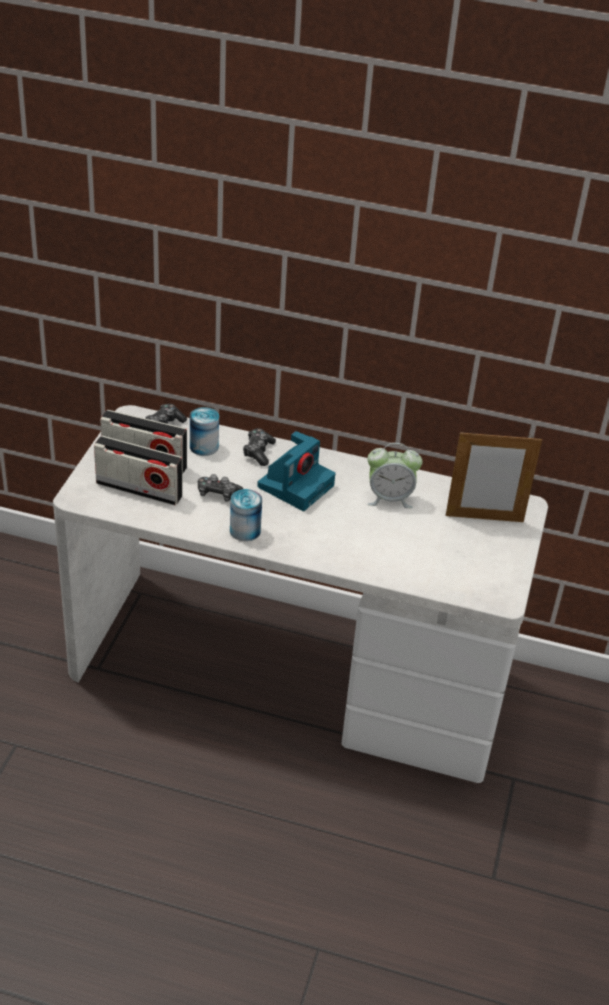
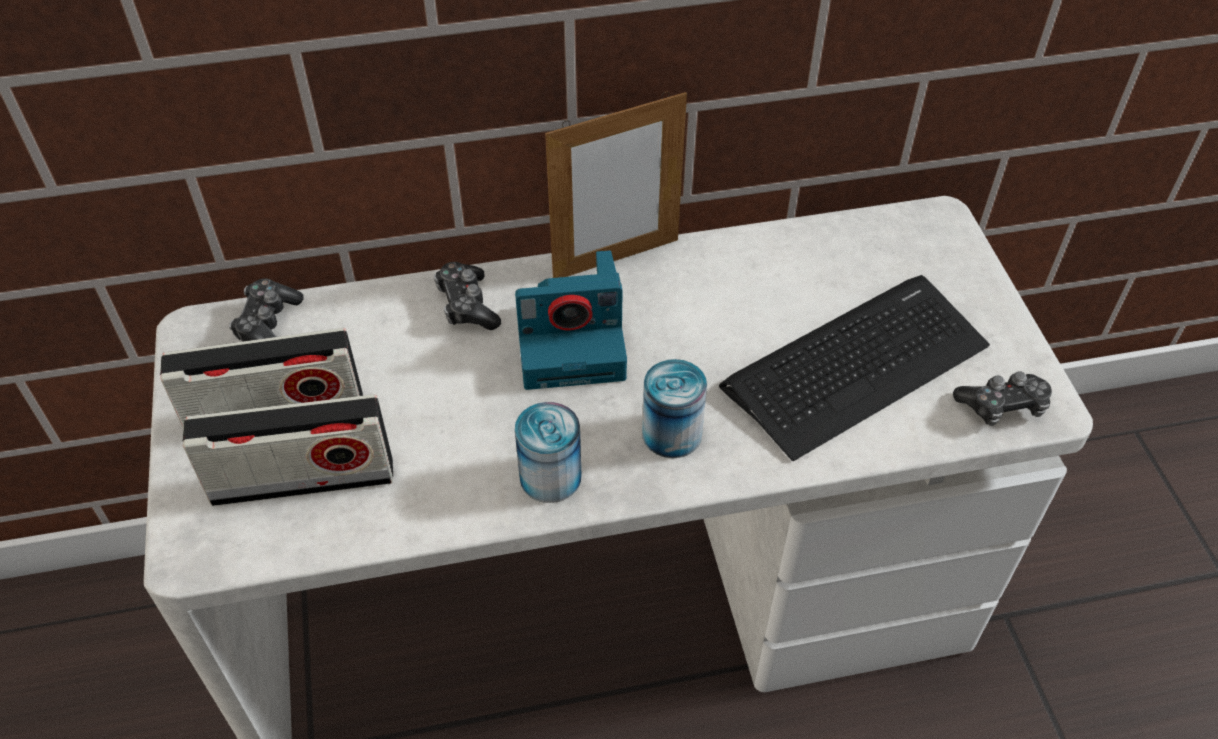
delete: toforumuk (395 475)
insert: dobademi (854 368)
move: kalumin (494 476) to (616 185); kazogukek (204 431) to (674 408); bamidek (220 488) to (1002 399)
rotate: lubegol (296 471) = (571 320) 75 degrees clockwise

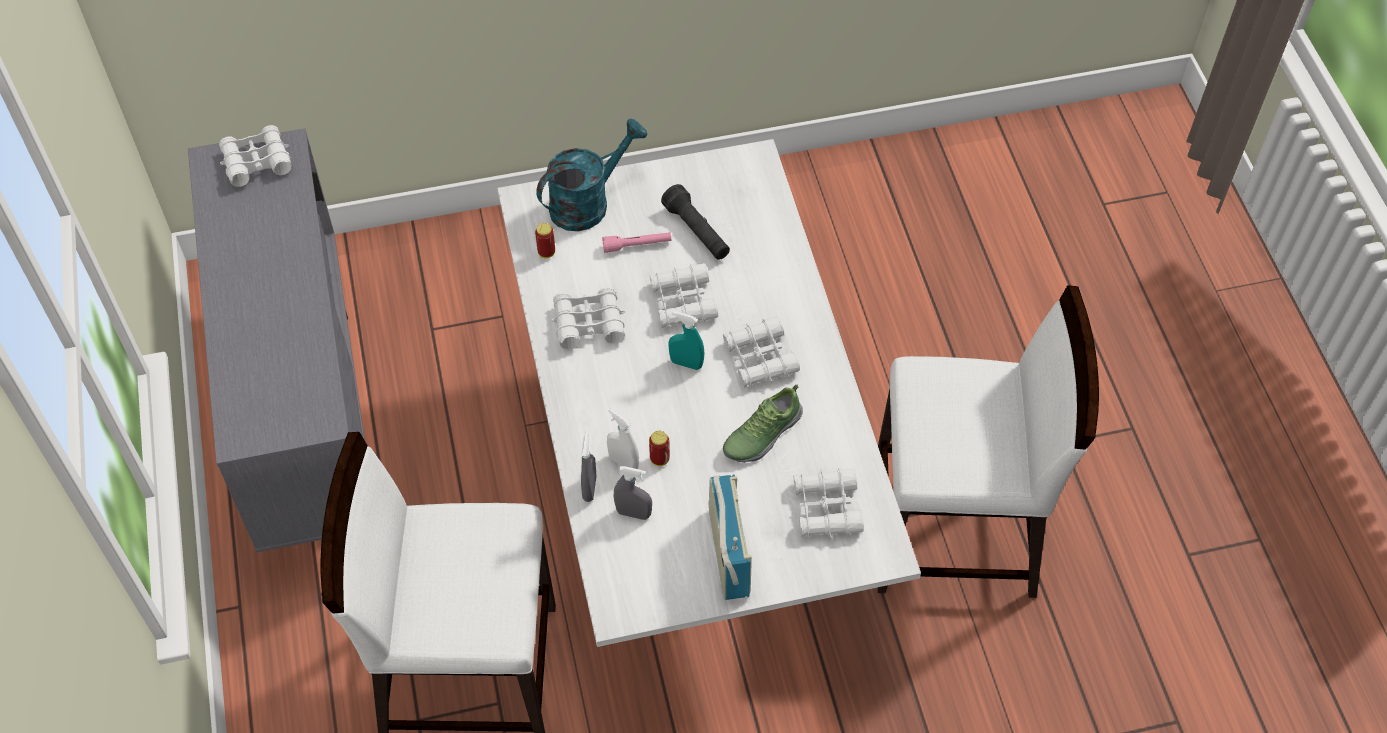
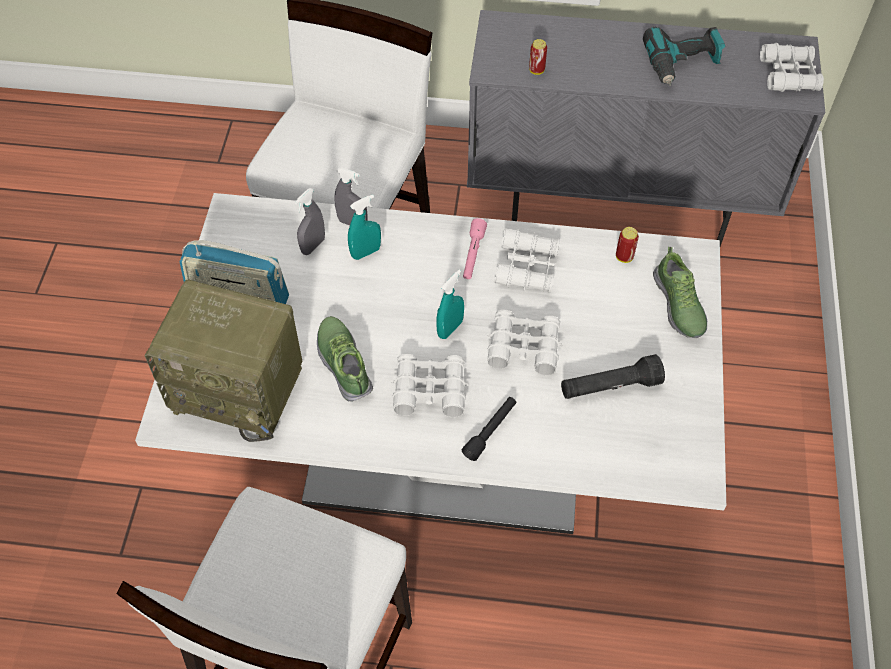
insert: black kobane (489 429); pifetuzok (684 56)
move: pink kobane (636 242) to (475 248); kazogukek (659 448) to (538 57)
replace: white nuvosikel (829 503) to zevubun (223 360); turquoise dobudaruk (591 175) to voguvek (680 292)
recolor: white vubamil (623 439) to turquoise vubamil (364 227)

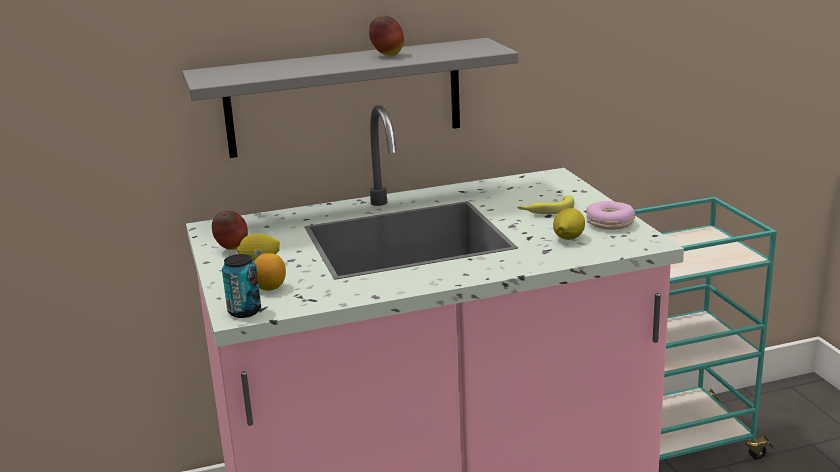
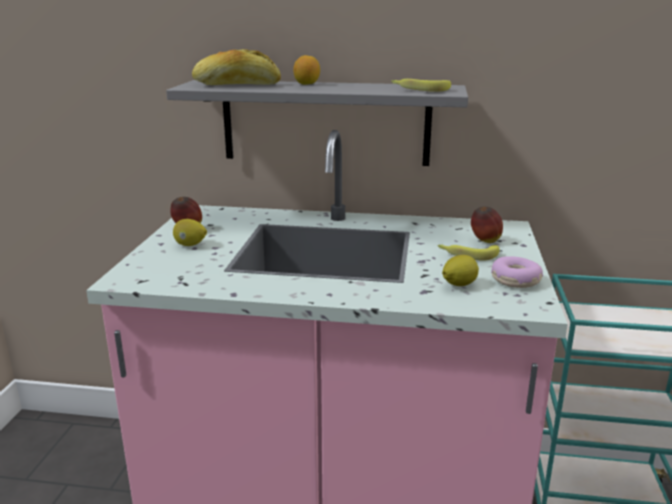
delete: kazogukek (241 286)
insert: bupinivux (236 67); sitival (421 85)
move: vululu (270 272) to (306 70); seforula (386 36) to (487 225)

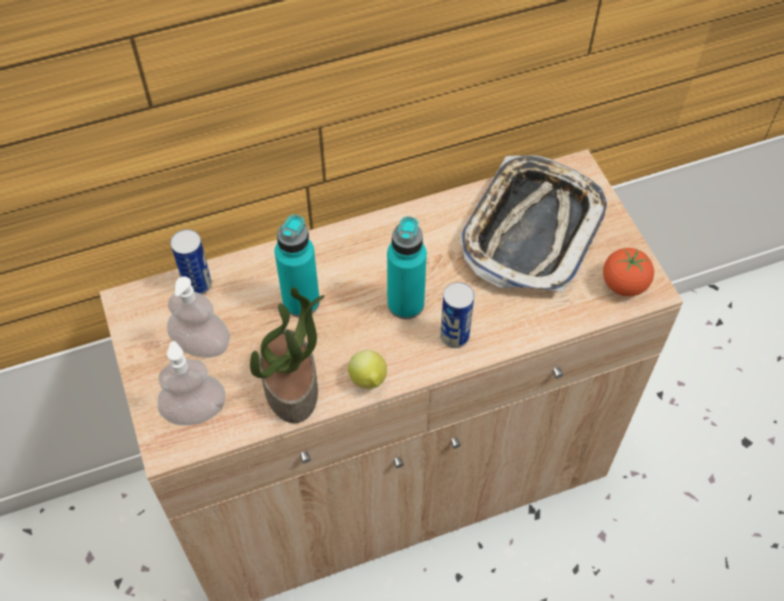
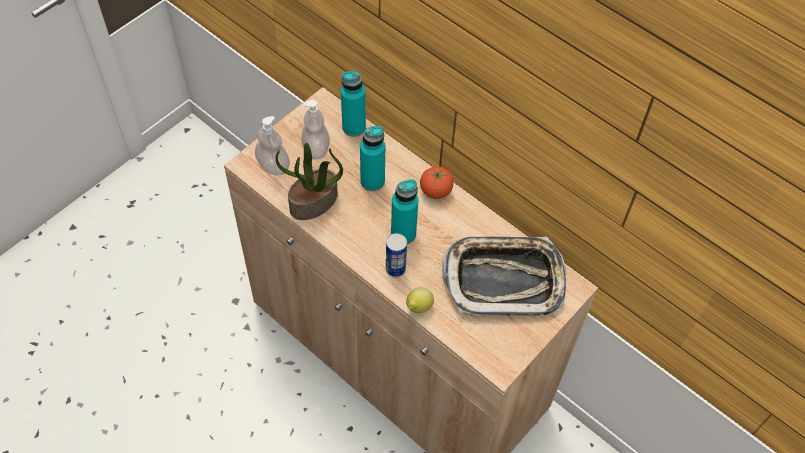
move: vululu (367 369) to (420 300); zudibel (628 272) to (436 183)
replace: kazogukek (191 261) to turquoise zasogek (353 104)

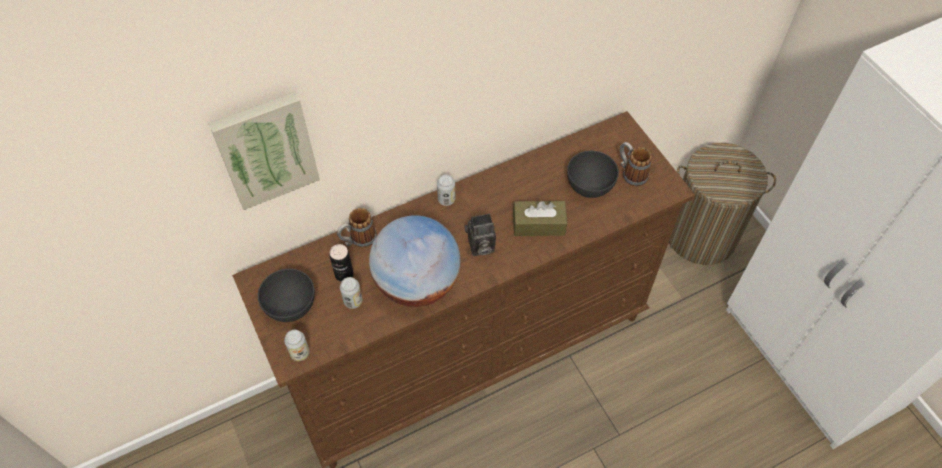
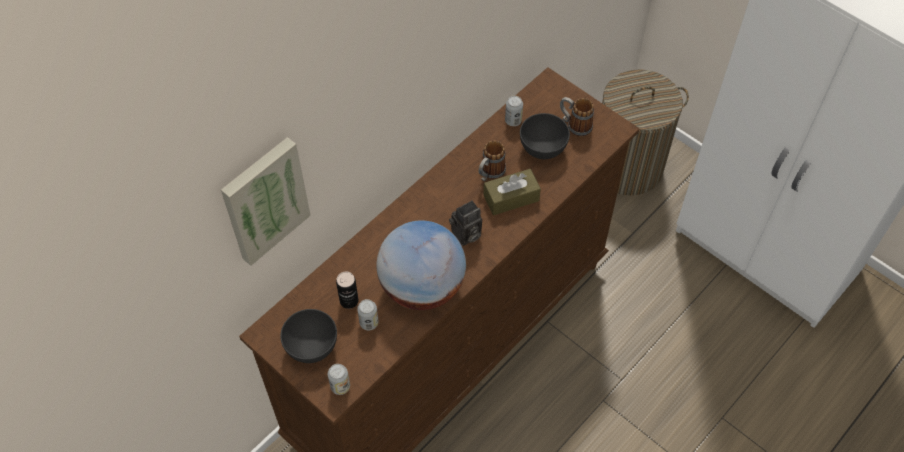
move: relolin (357 228) to (492 160); kazogukek (446 190) to (514 111)

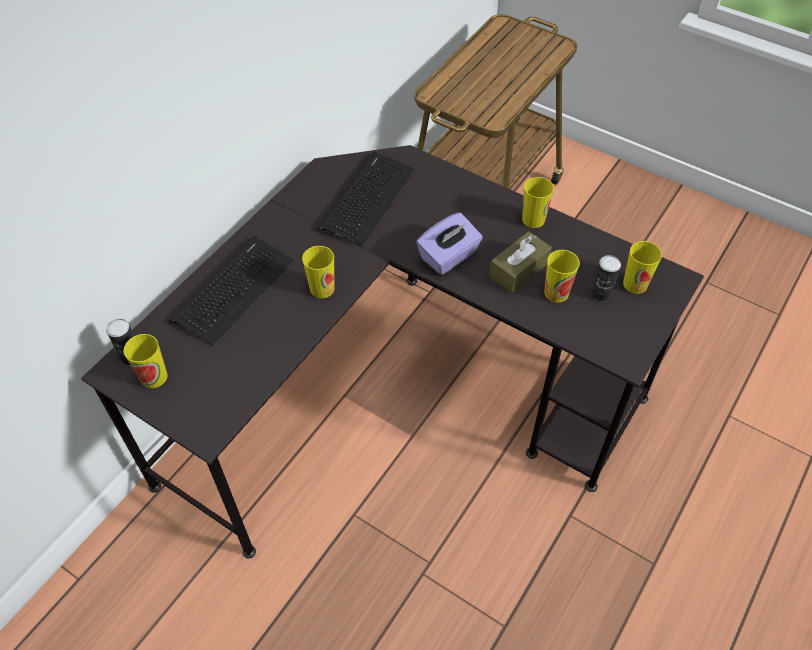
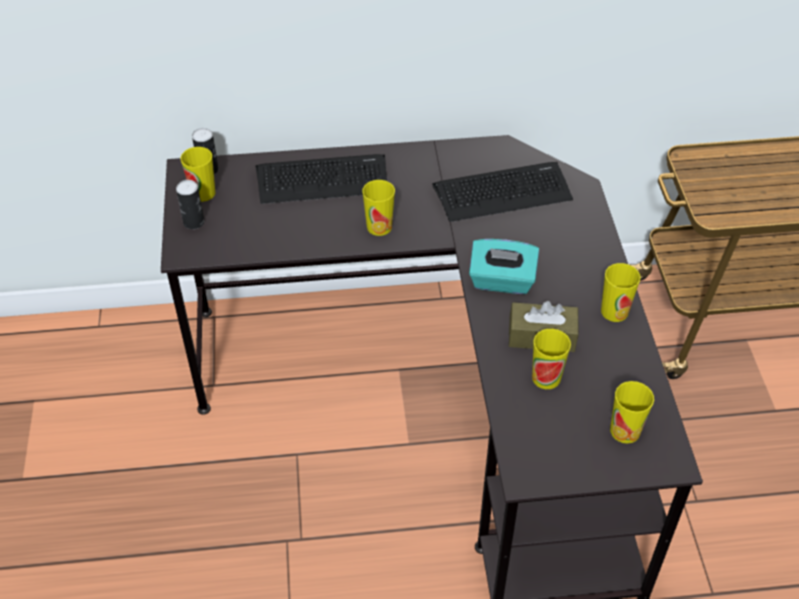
move: kazogukek (606 278) to (190 204)
recolor: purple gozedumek (449 243) to turquoise gozedumek (504 266)

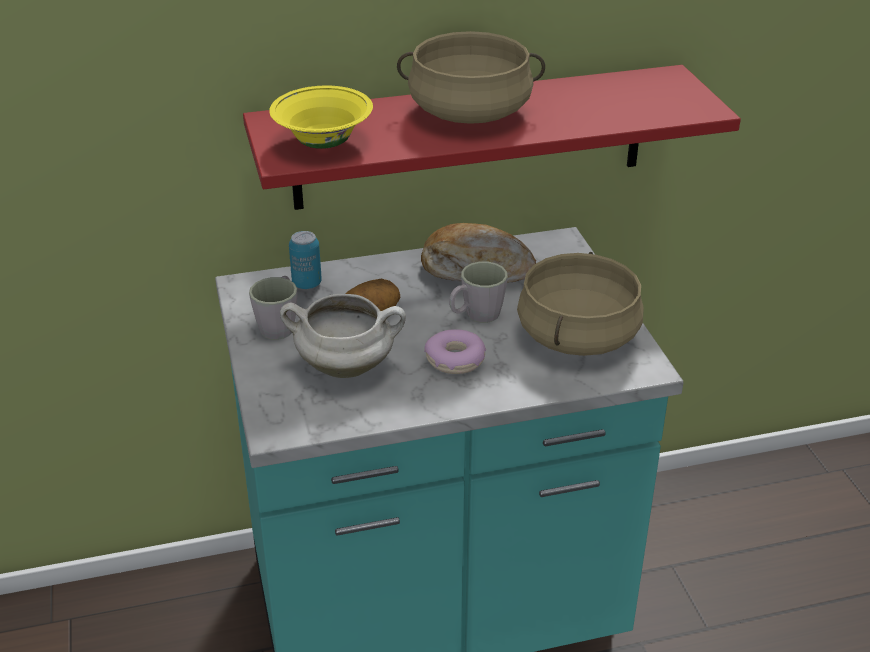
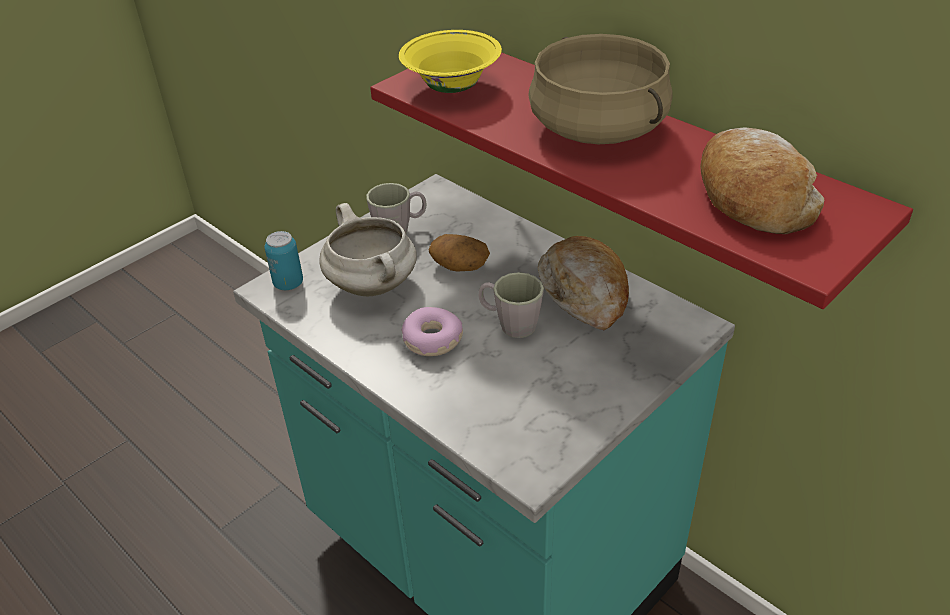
delete: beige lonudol (580 304)
insert: bupinivux (762 180)
move: kazogukek (305 260) to (283 260)

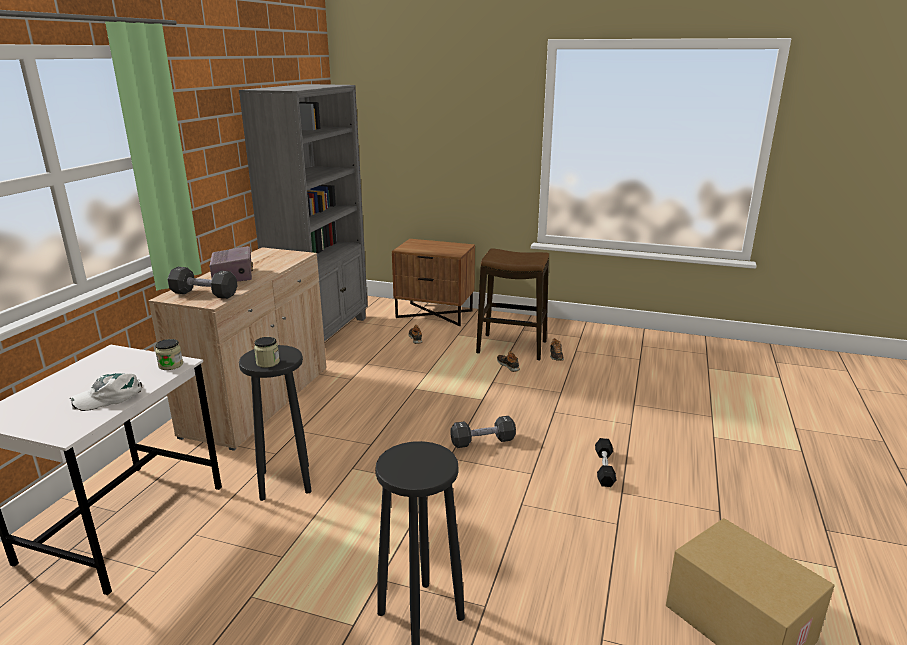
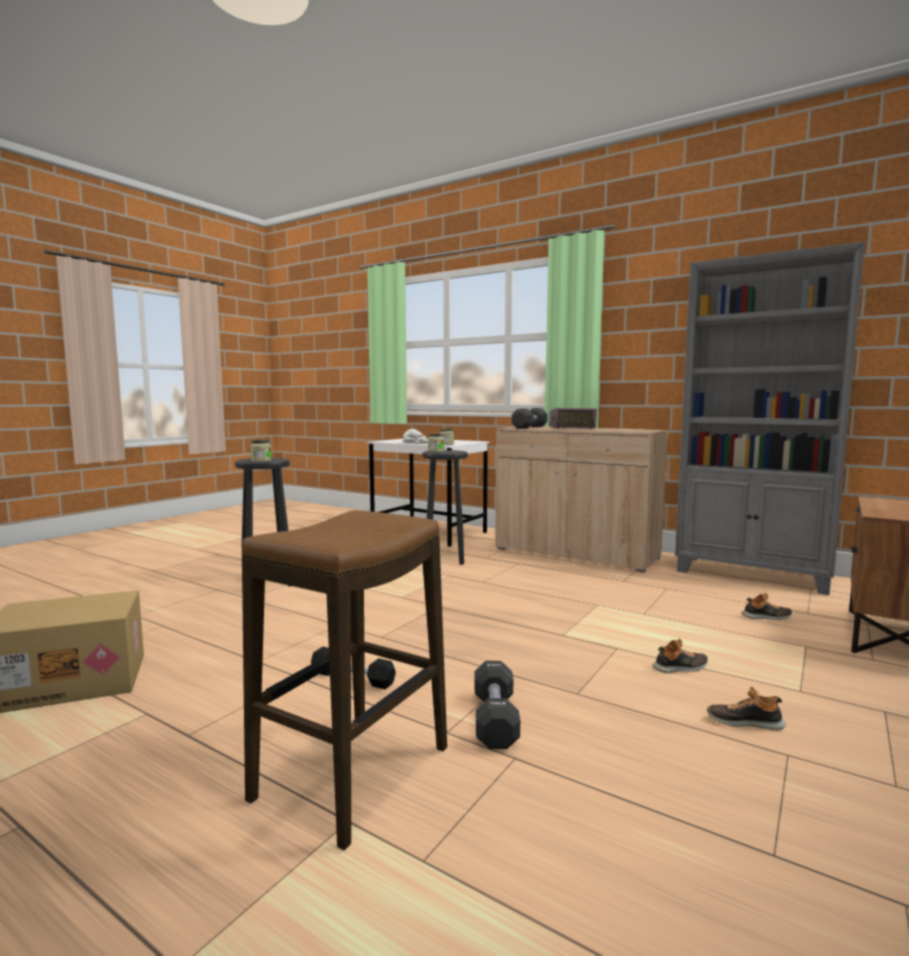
insert: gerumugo (260 451)
move: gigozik (512 304) to (344 680); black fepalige (483 432) to (497 705)

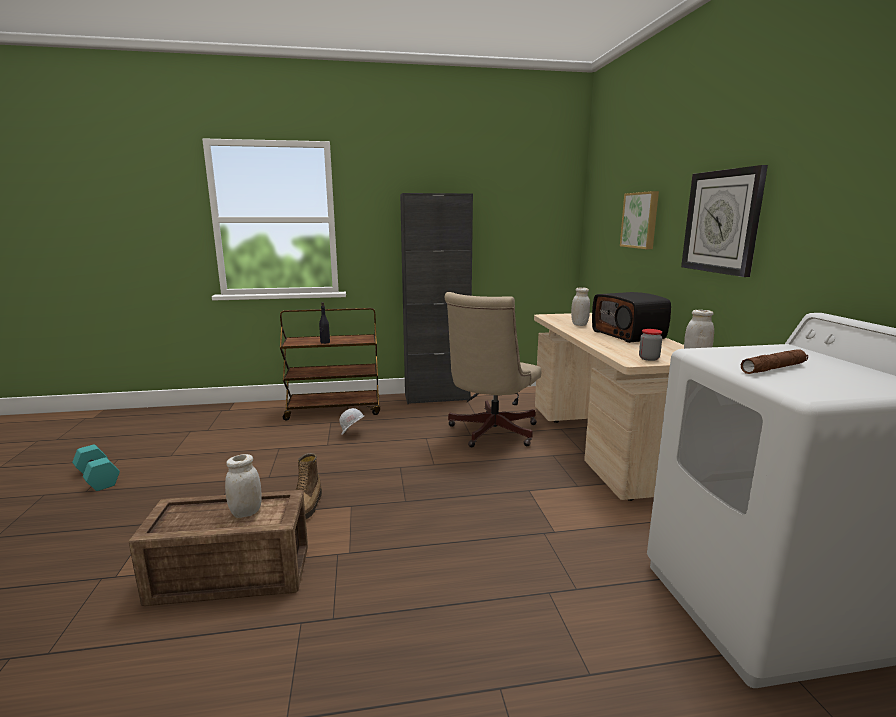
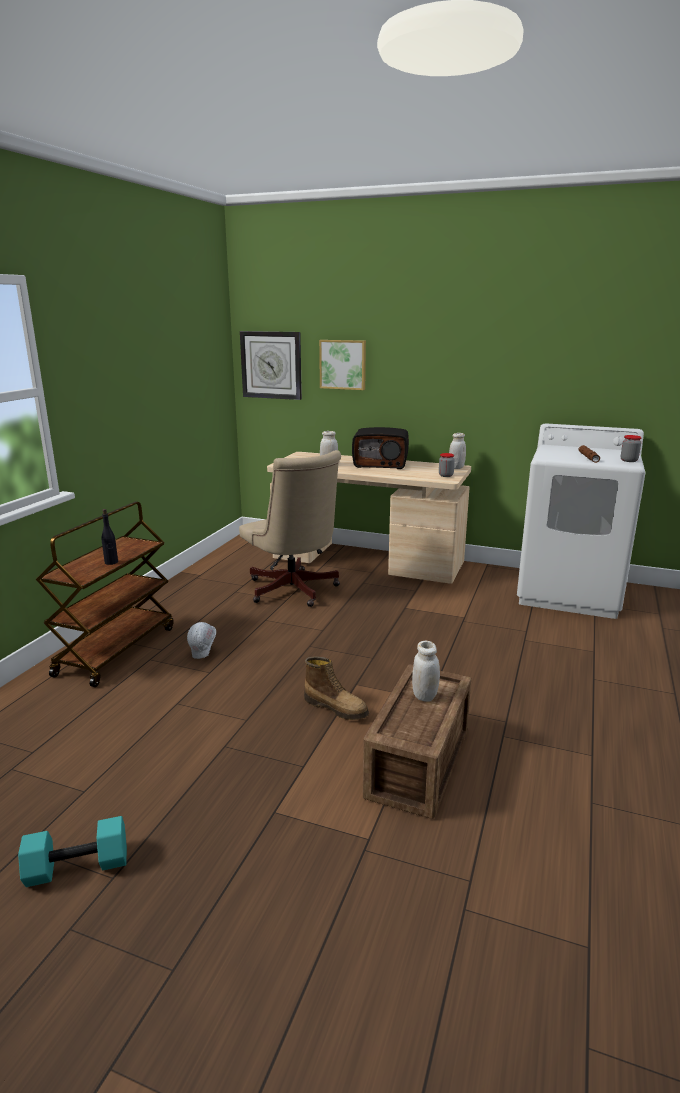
delete: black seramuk (436 298)
insert: gerumugo (631 448)
move: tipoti (724 221) to (271 365)

